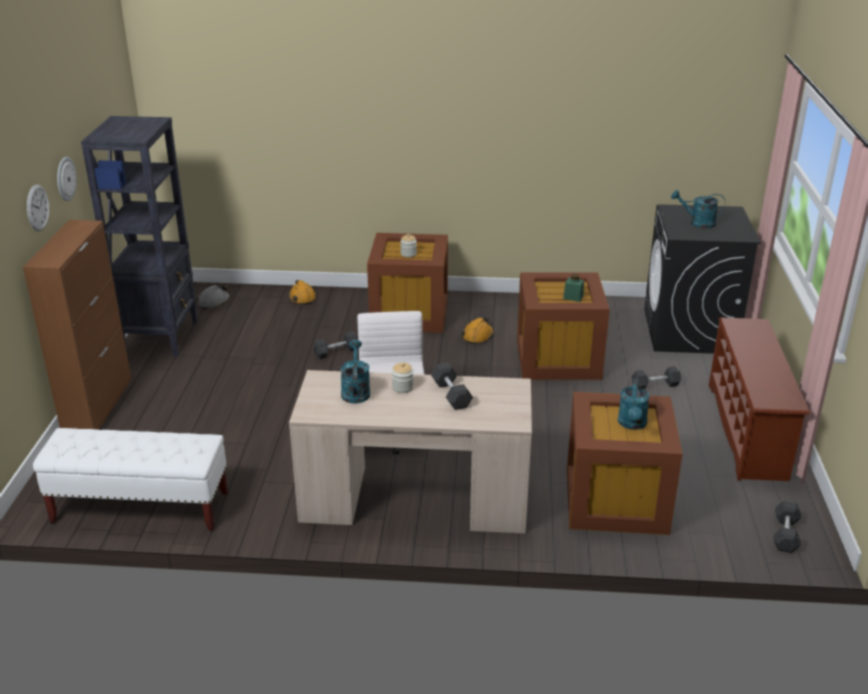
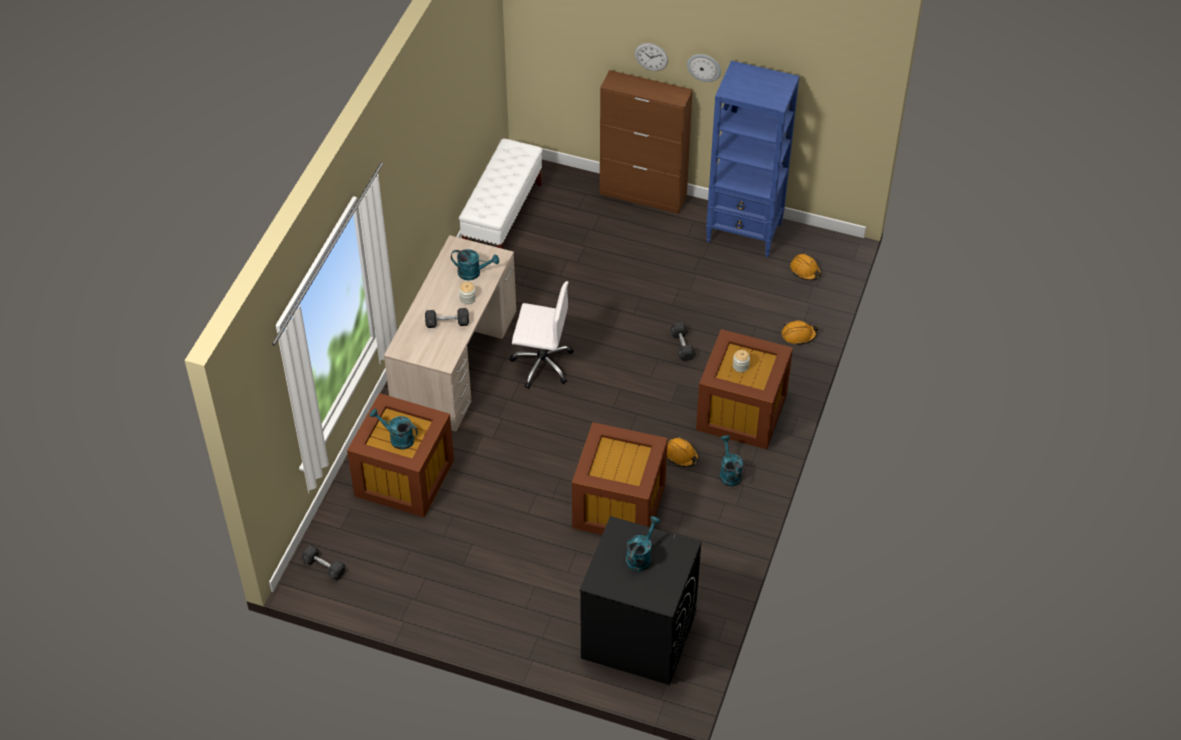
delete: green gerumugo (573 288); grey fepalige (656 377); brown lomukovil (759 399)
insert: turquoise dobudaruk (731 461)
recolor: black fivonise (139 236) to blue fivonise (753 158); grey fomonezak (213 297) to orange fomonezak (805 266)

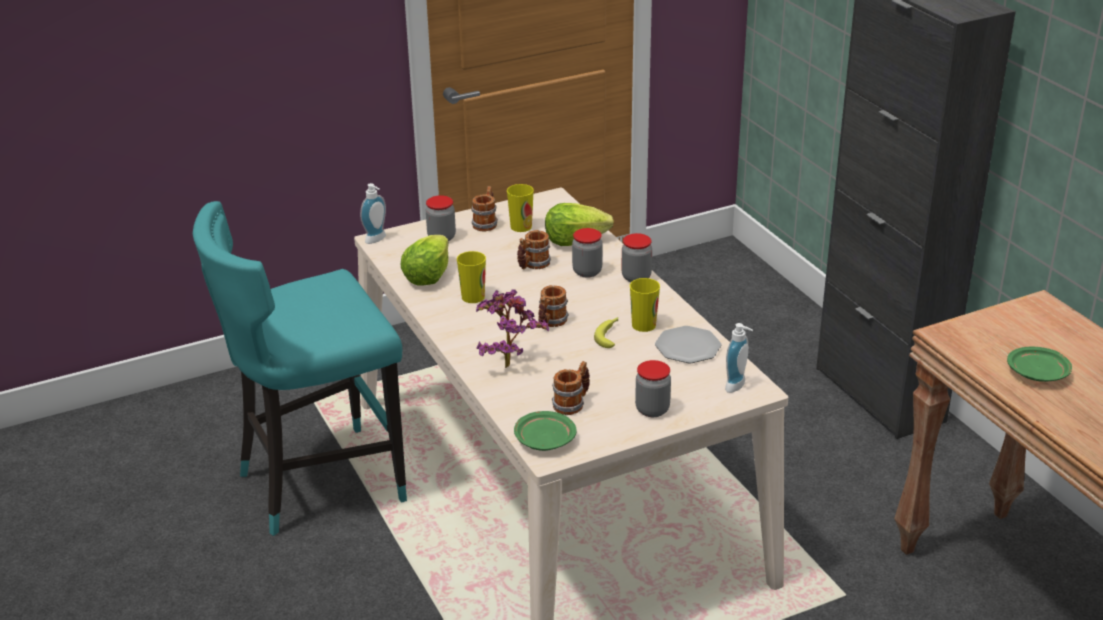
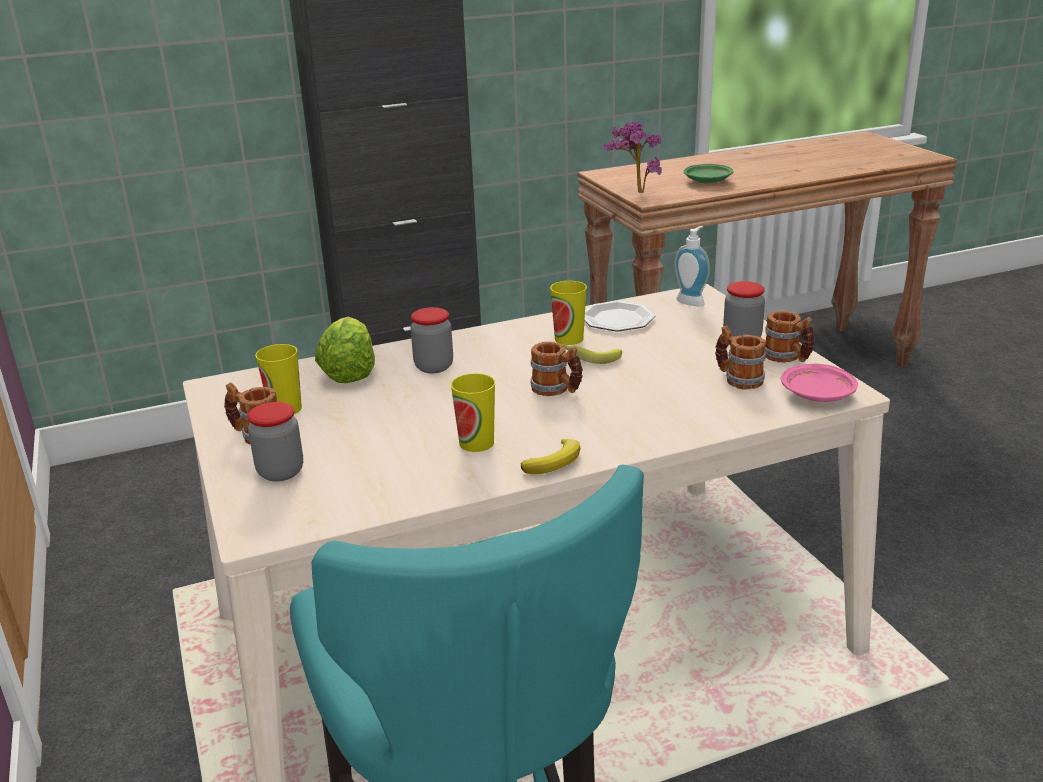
delete: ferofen (373 213); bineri (425 260); gerumugo (636 257)
insert: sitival (550 456)
move: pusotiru (512 328) to (633 157); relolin (534 250) to (790 336)
recolor: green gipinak (545 431) to pink gipinak (819 383)

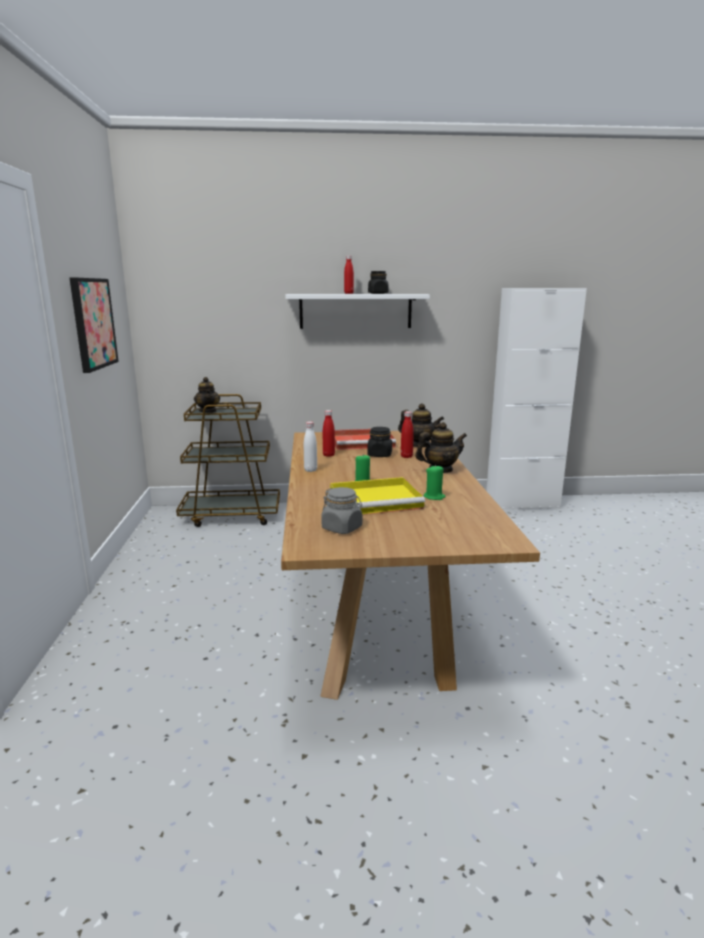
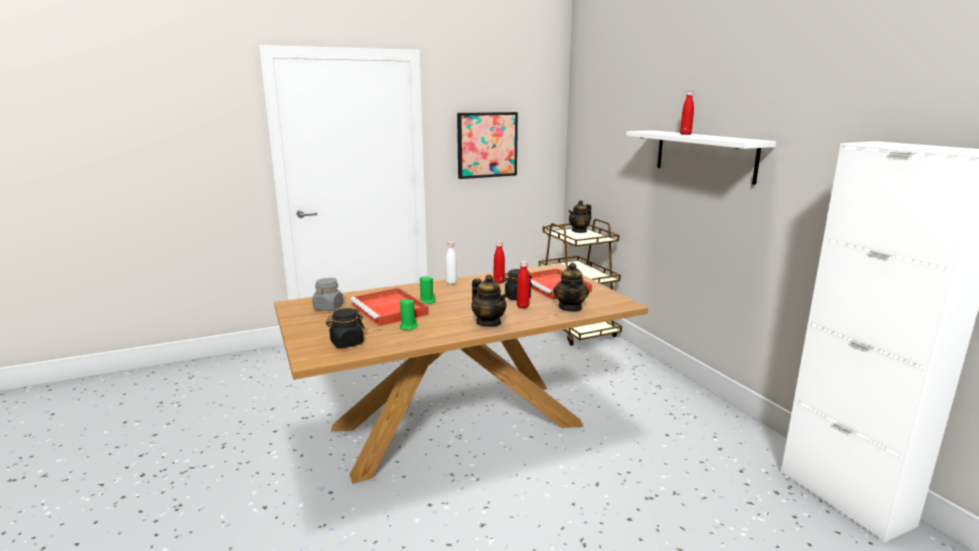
move: black gerumugo (378 282) to (345 328)
recolor: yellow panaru (377 496) to red panaru (389 307)

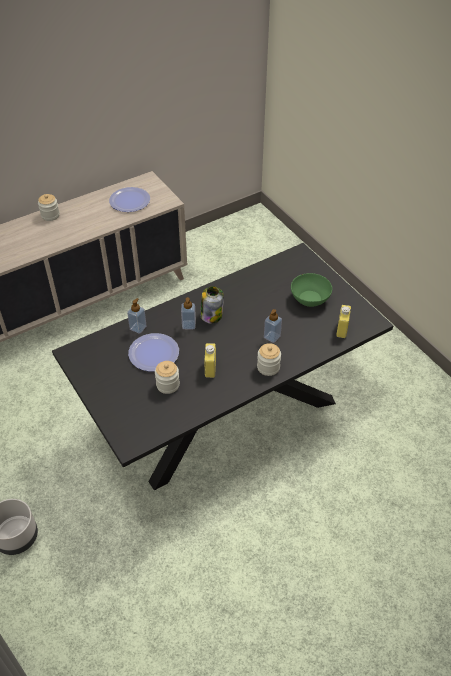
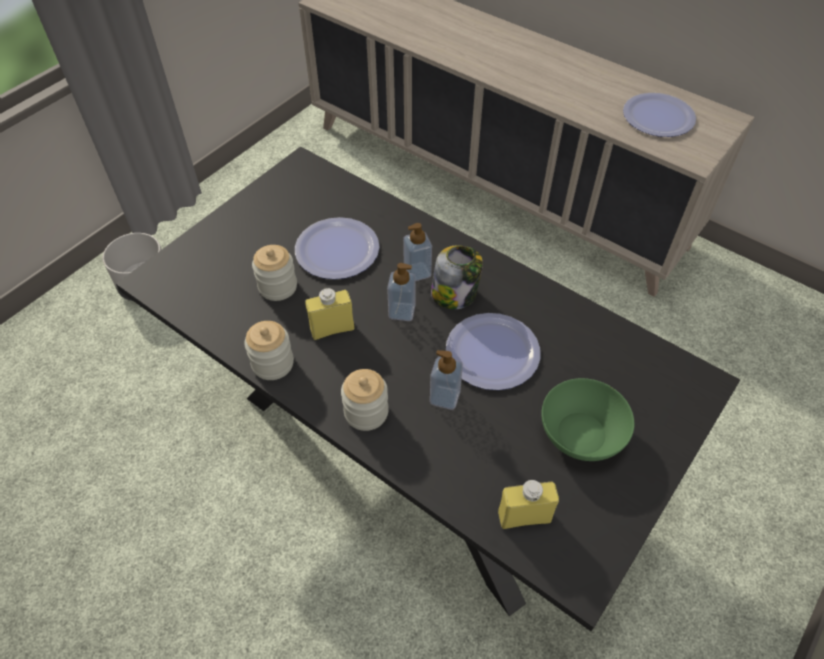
insert: gipinak (493 351)
move: gerumugo (49 207) to (269 350); ferofen (136 316) to (401 292)

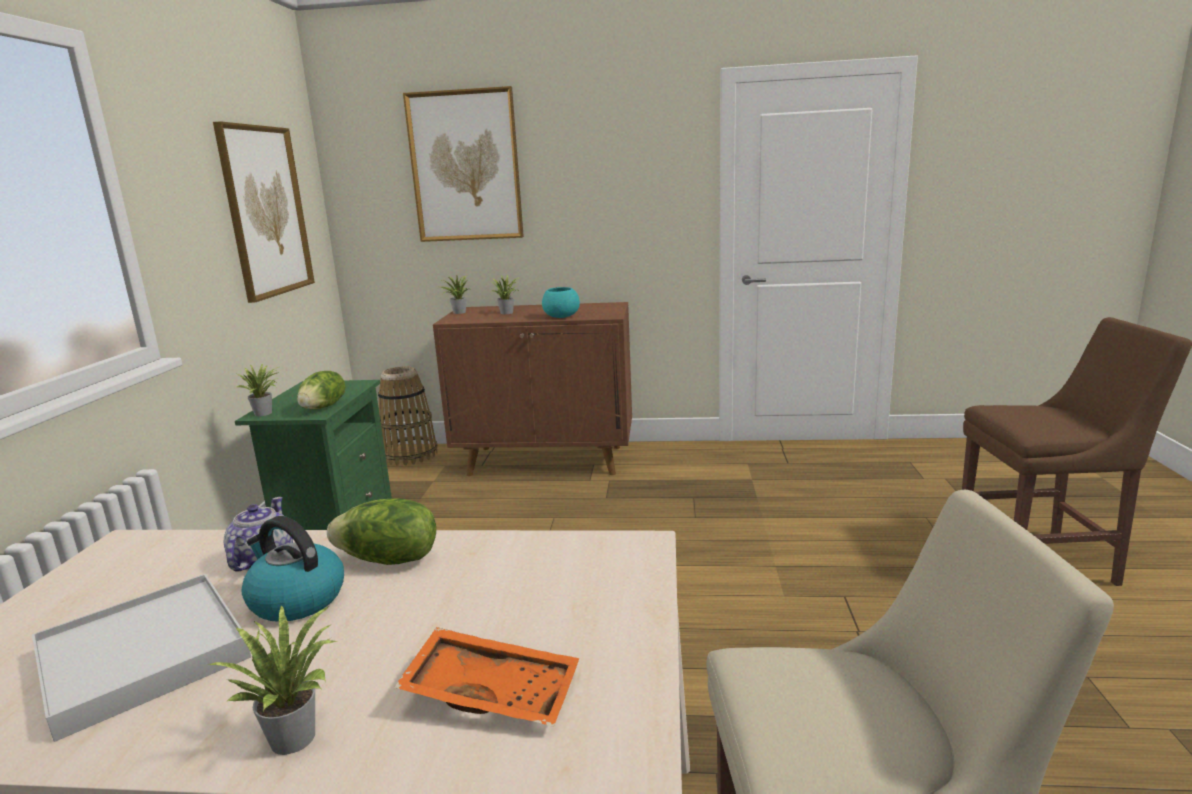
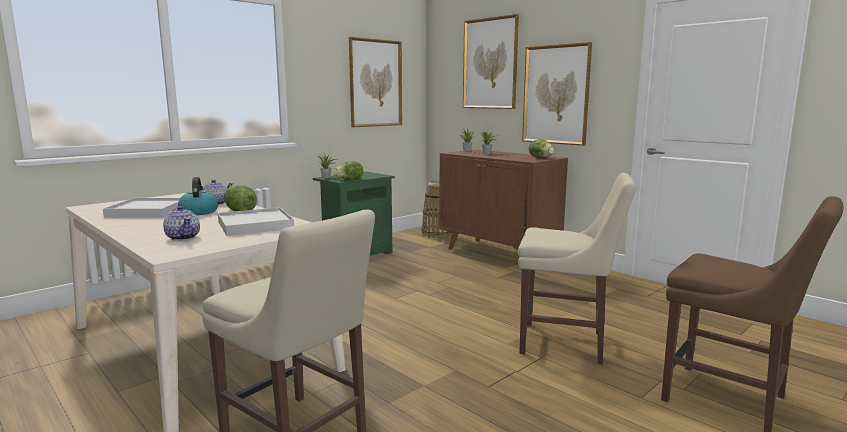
delete: pusotiru (271 680); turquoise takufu (561 302)
insert: white panaru (256 221); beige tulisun (577 268); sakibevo (557 94); bineri (541 148)
replace: orange panaru (486 677) to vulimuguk (181 223)

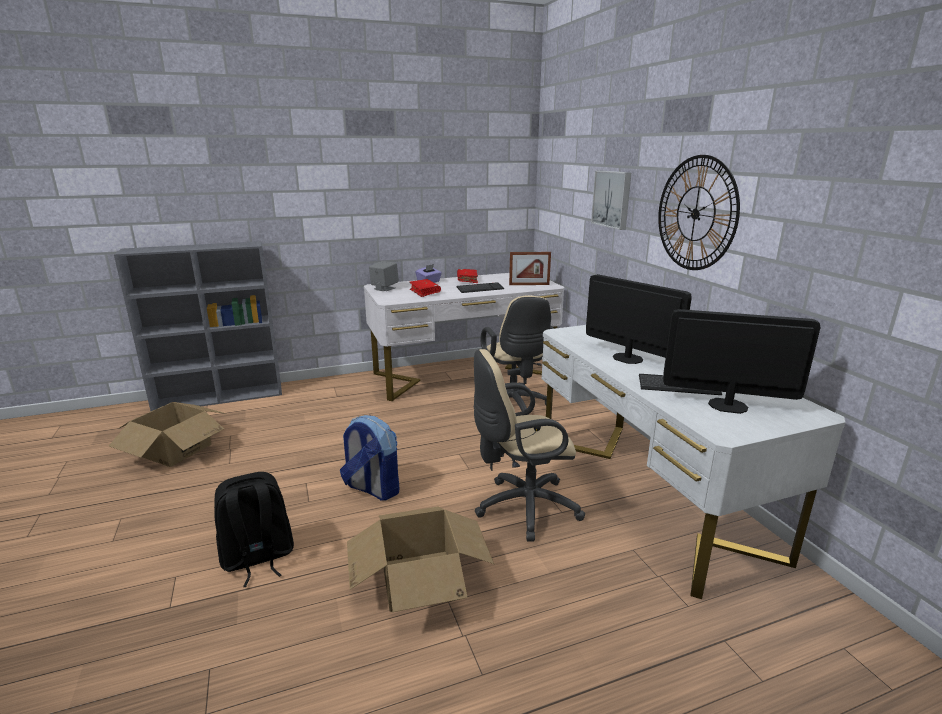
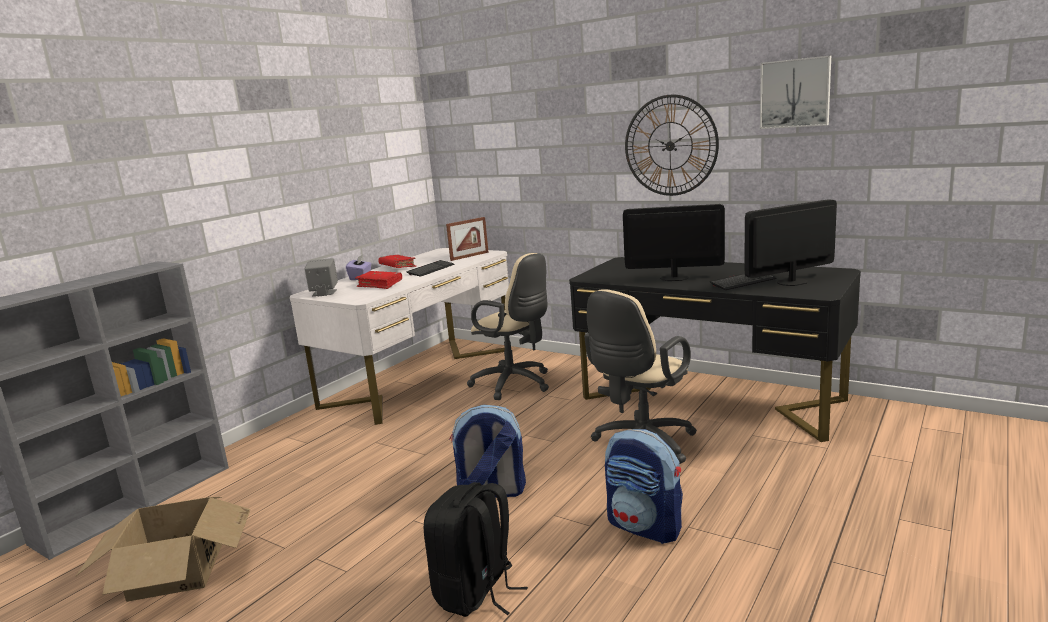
move: sakibevo (611 200) to (795 92)
replace: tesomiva (420 559) to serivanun (644 486)
recolor: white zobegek (694 462) to black zobegek (715 349)

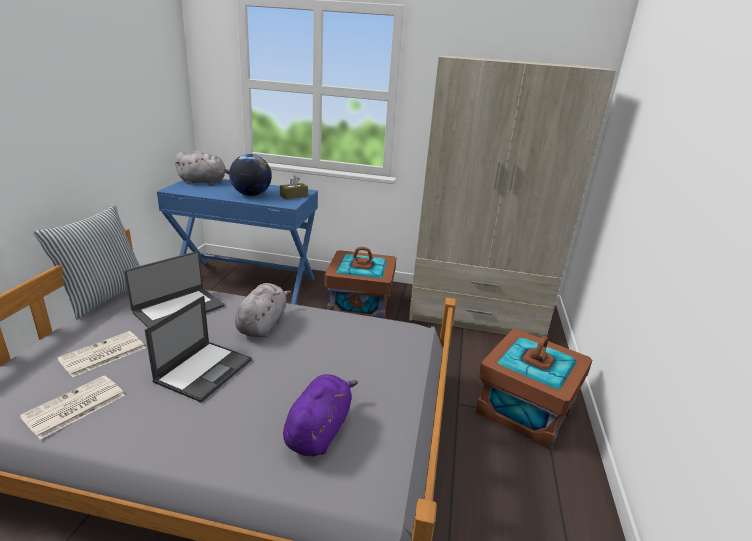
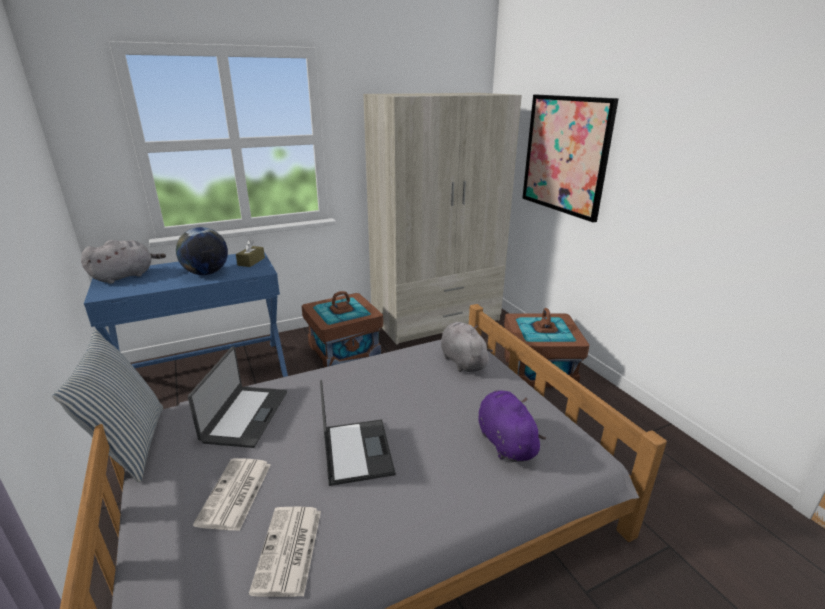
insert: sakibevo (570 158)
move: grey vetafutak (263 310) to (467 347)

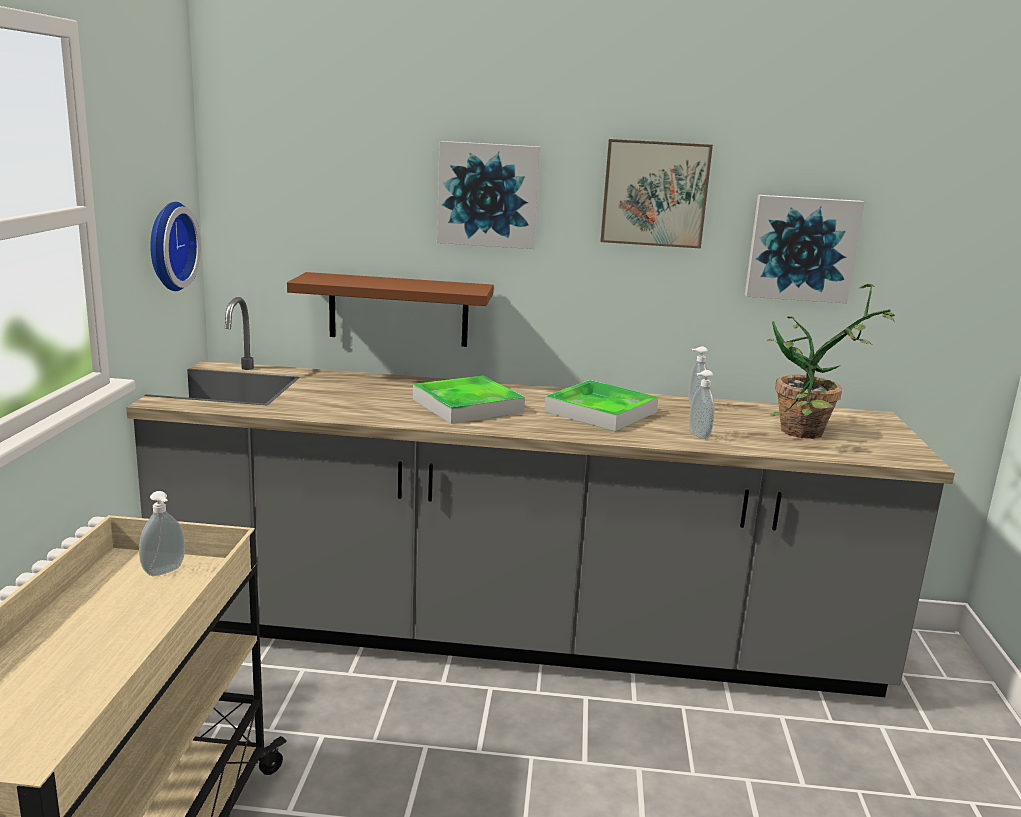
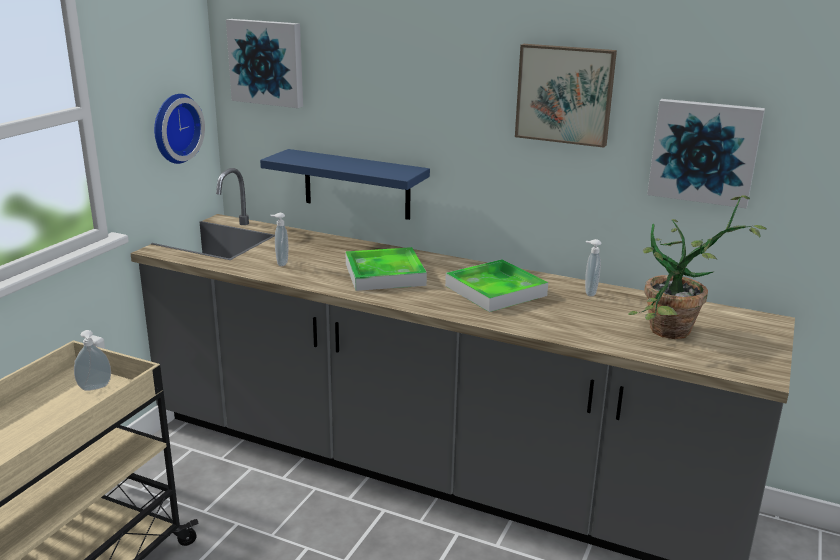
move: sakibevo (489 195) to (264 63); ferofen (702 404) to (279 239)
recolor: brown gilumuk (390 309) to blue gilumuk (345 184)

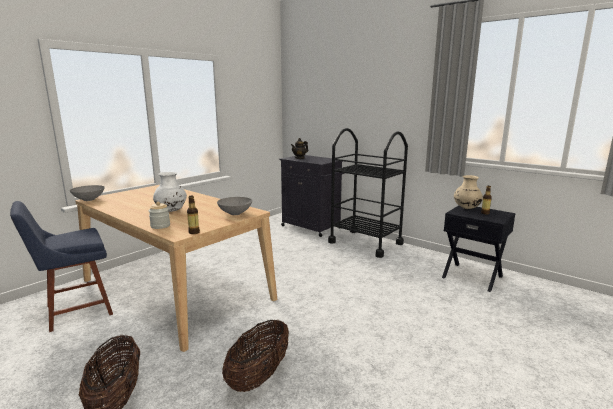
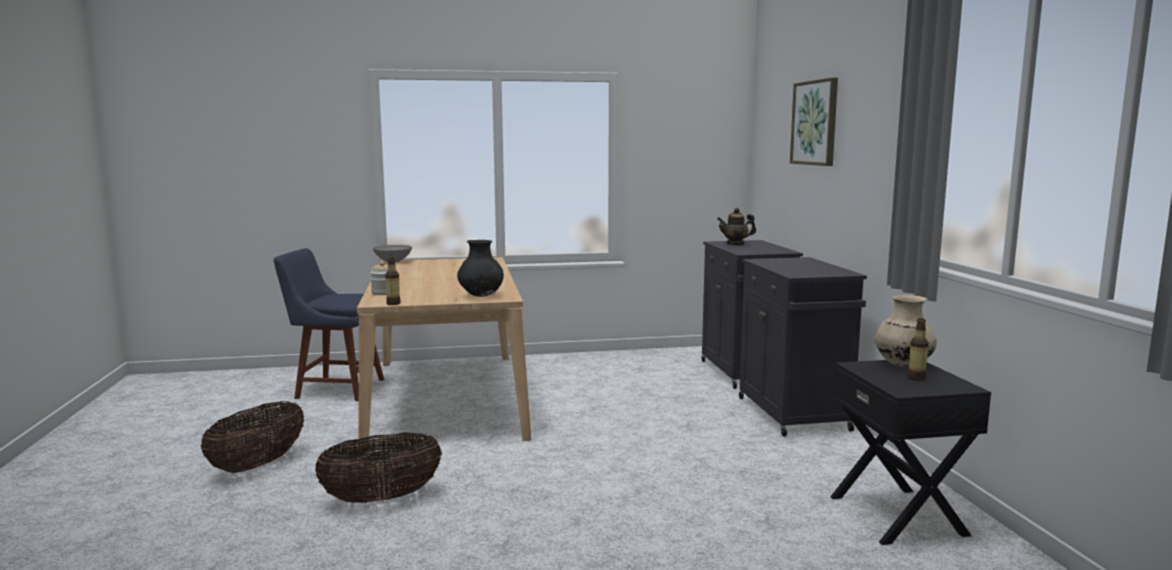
delete: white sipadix (170 192)
insert: sakibevo (814 121)
replace: grey takufu (234 206) to black sipadix (480 268); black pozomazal (368 193) to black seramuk (803 346)

